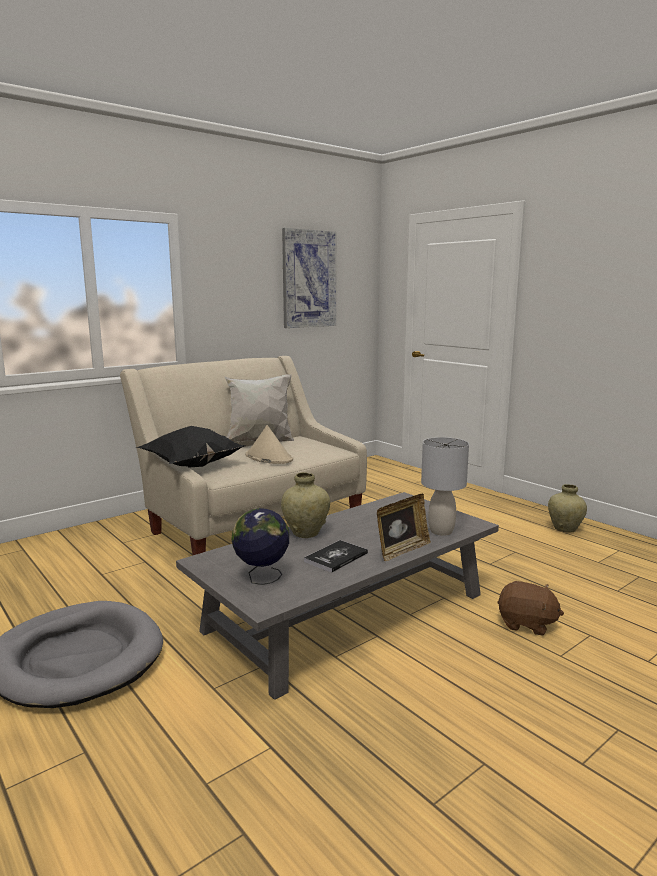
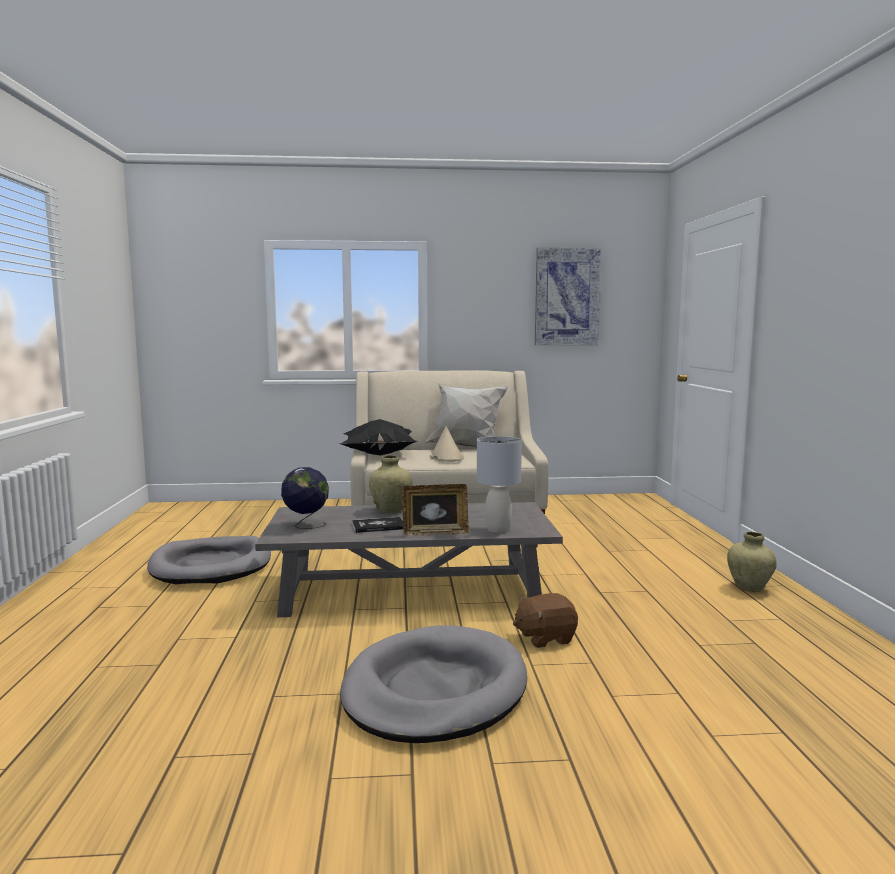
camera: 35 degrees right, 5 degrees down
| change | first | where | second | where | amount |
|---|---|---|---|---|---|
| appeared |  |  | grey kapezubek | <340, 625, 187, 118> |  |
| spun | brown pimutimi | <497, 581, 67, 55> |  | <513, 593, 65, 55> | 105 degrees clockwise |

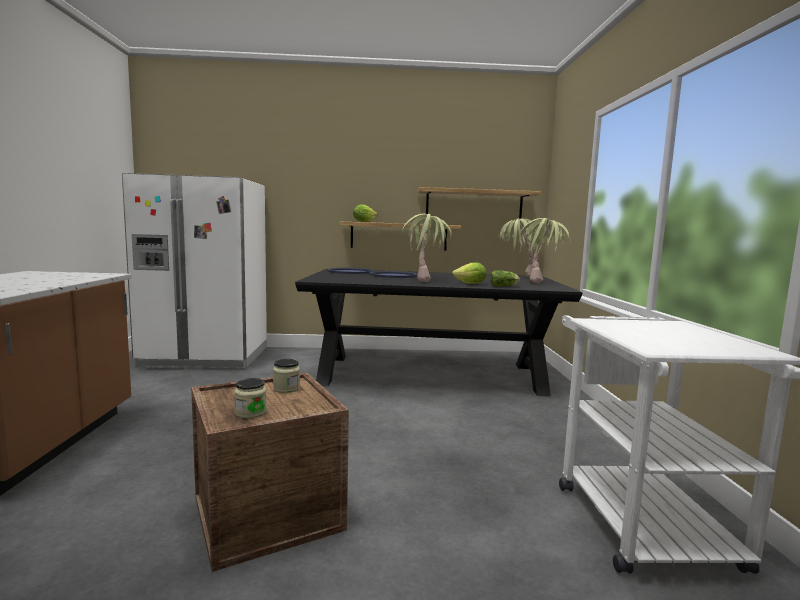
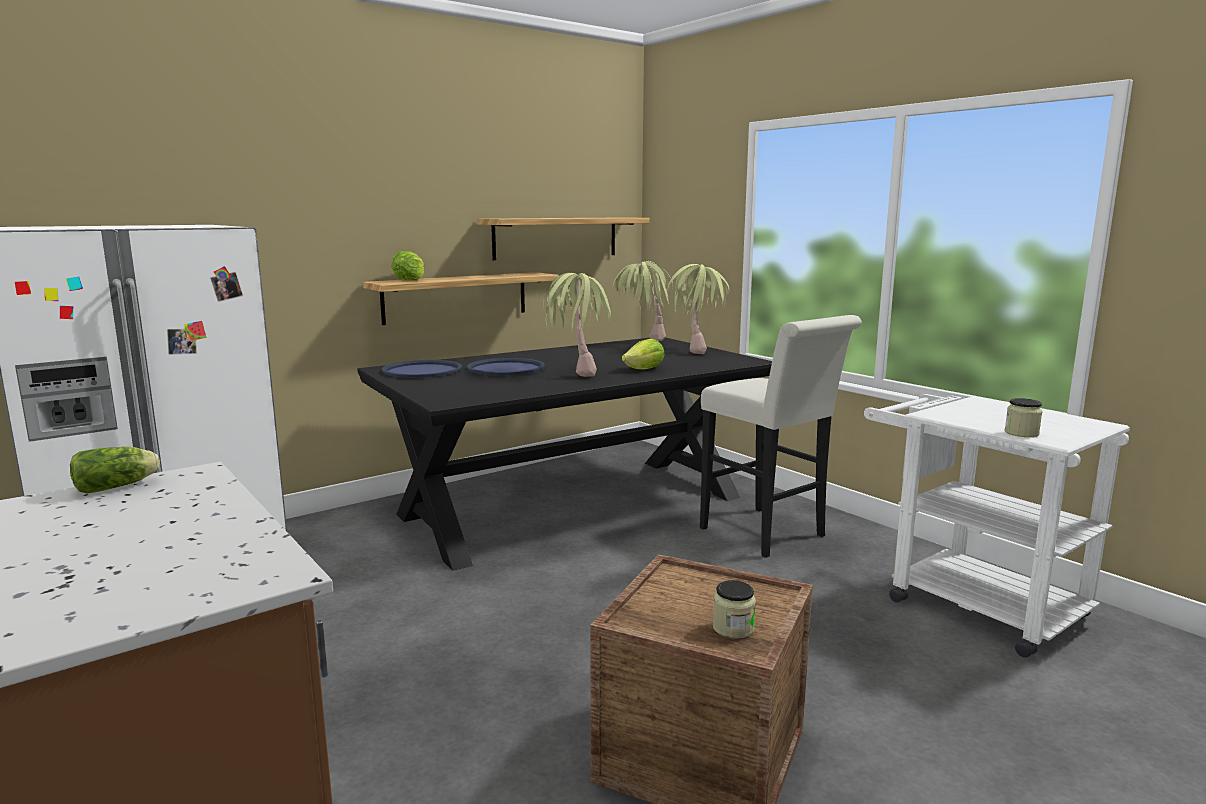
camera: 35 degrees left, 5 degrees up
| change | first | where | second | where | amount |
|---|---|---|---|---|---|
| appeared |  |  | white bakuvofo | <700, 315, 162, 243> |  |
| relocated | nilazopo | <273, 359, 27, 34> |  | <1005, 398, 38, 39> |  |
| relocated | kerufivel | <490, 270, 30, 17> |  | <70, 447, 90, 46> |  |

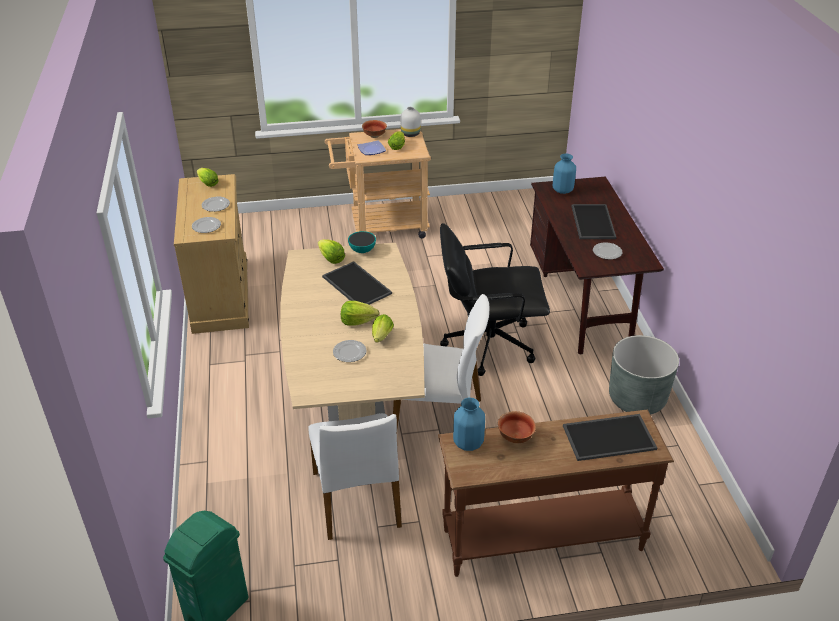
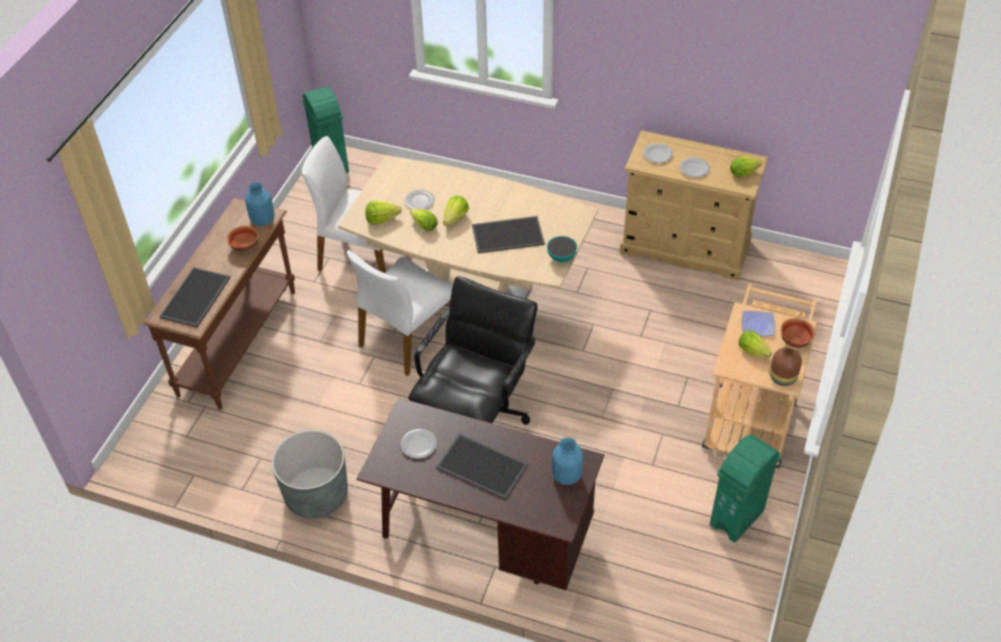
camera: 120 degrees right, 10 degrees up
| change | first | where | second | where | amount |
|---|---|---|---|---|---|
| appeared |  |  | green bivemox | <710, 435, 71, 108> |  |
| relocated | kerufivel | <318, 239, 27, 25> |  | <365, 201, 37, 24> |  |
| colour | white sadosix | <401, 107, 20, 30> | brown sadosix | <770, 347, 32, 39> |  |

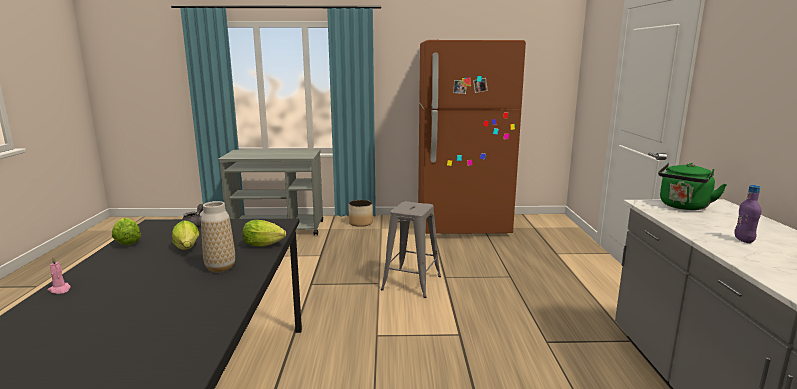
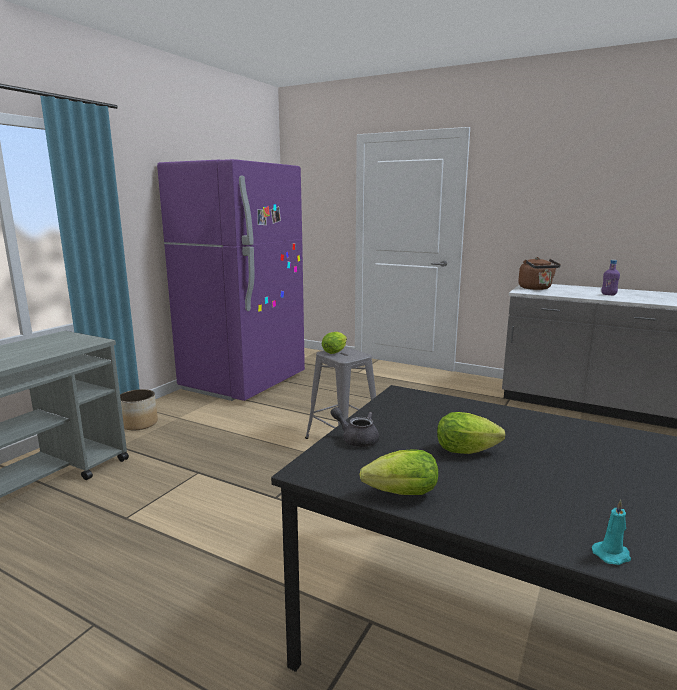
camera: 60 degrees left, 0 degrees up
| change | first | where | second | where | amount |
|---|---|---|---|---|---|
| missing | sadosix | <201, 201, 34, 71> |  |  |  |
| relocated | kerufivel | <242, 220, 44, 27> |  | <322, 332, 25, 22> |  |
| colour | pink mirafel | <47, 257, 24, 37> | turquoise mirafel | <592, 500, 39, 65> |  |
| colour | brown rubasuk | <418, 40, 108, 194> | purple rubasuk | <157, 159, 148, 242> |  |
| colour | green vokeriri | <658, 163, 69, 47> | brown vokeriri | <518, 257, 43, 33> |  |

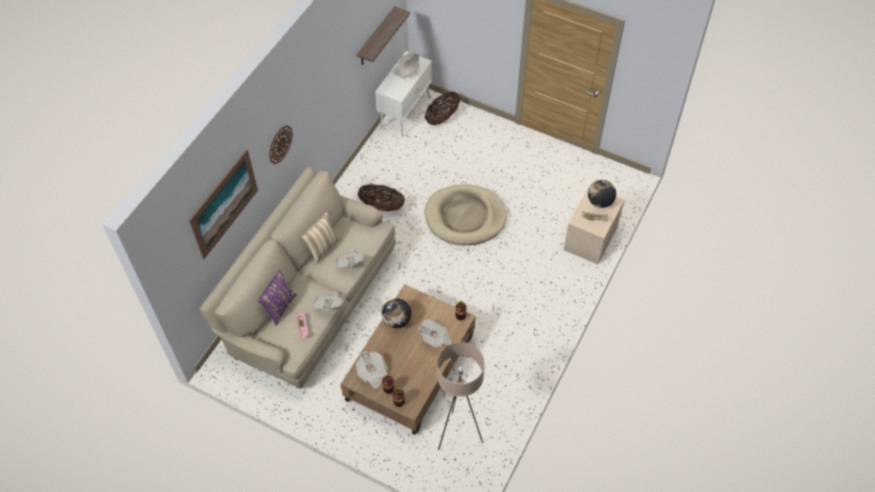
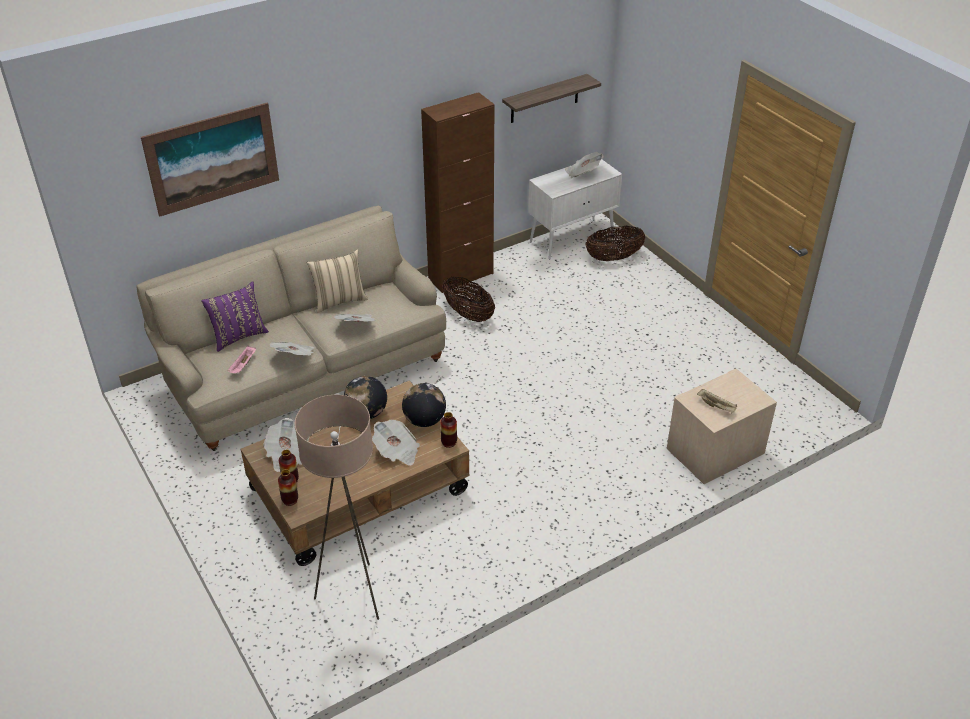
camera: 30 degrees right, 15 degrees down
| change | first | where | second | where | amount |
|---|---|---|---|---|---|
| missing | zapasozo | <269, 125, 24, 39> |  |  |  |
| missing | beige kapezubek | <425, 184, 82, 61> |  |  |  |
| appeared |  |  | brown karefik | <421, 92, 73, 201> |  |
| relocated | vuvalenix | <588, 180, 28, 28> |  | <402, 383, 44, 44> |  |

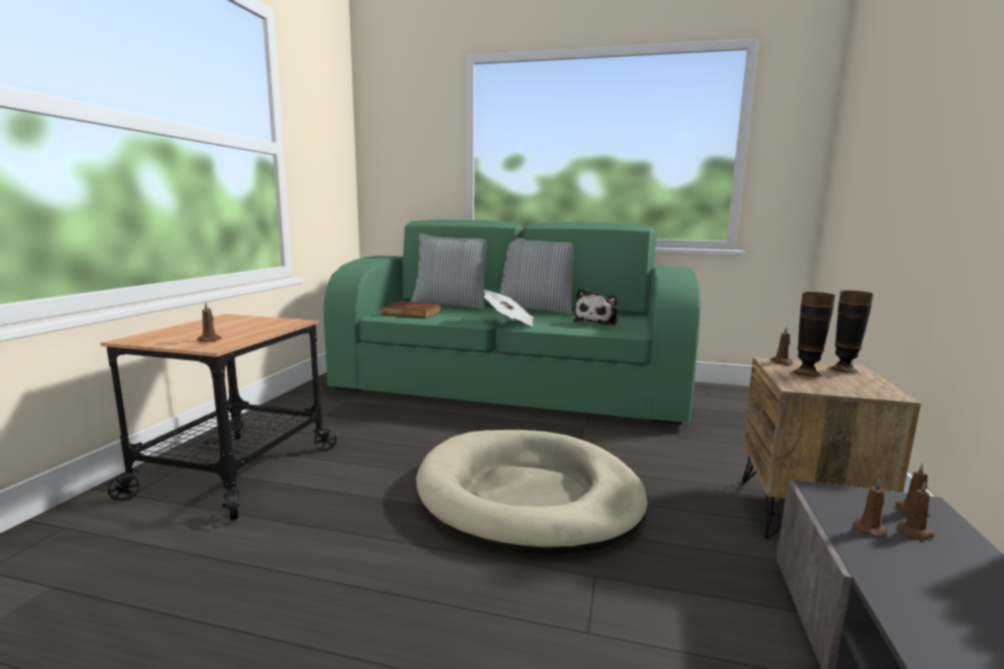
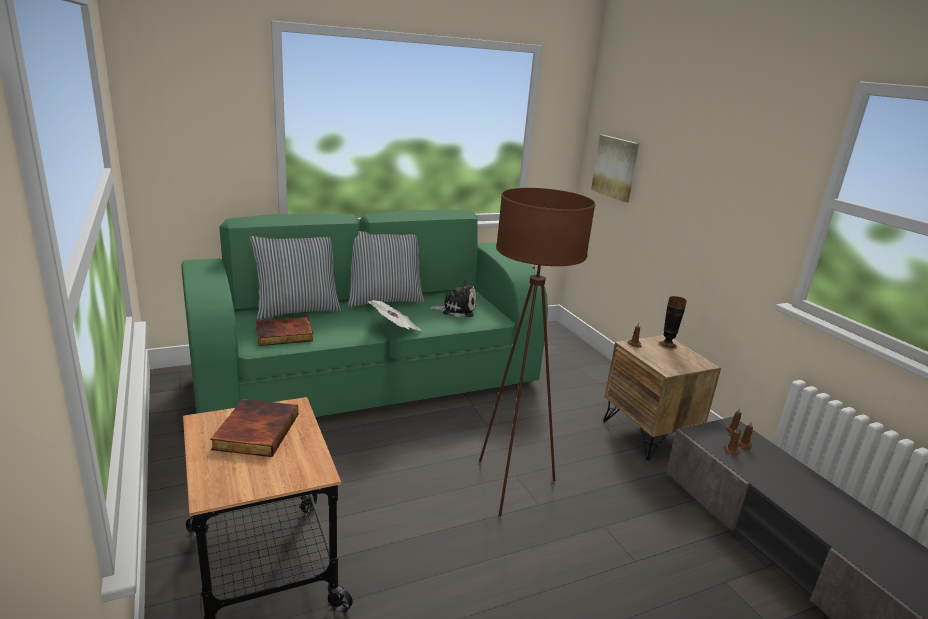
camera: 40 degrees left, 10 degrees up
| change | first | where | second | where | amount |
|---|---|---|---|---|---|
| missing | brown mirafel | <197, 301, 25, 41> |  |  |  |
| missing | sadosix | <789, 292, 46, 88> |  |  |  |
| appeared |  |  | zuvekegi | <210, 399, 88, 58> |  |
| appeared |  |  | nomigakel | <591, 135, 48, 67> |  |
| exchanged | beige kapezubek | <416, 430, 232, 125> | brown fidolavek | <479, 188, 117, 329> |  |
| spun | pimutimi | <573, 288, 45, 37> |  | <430, 281, 47, 37> | 75 degrees counterclockwise |

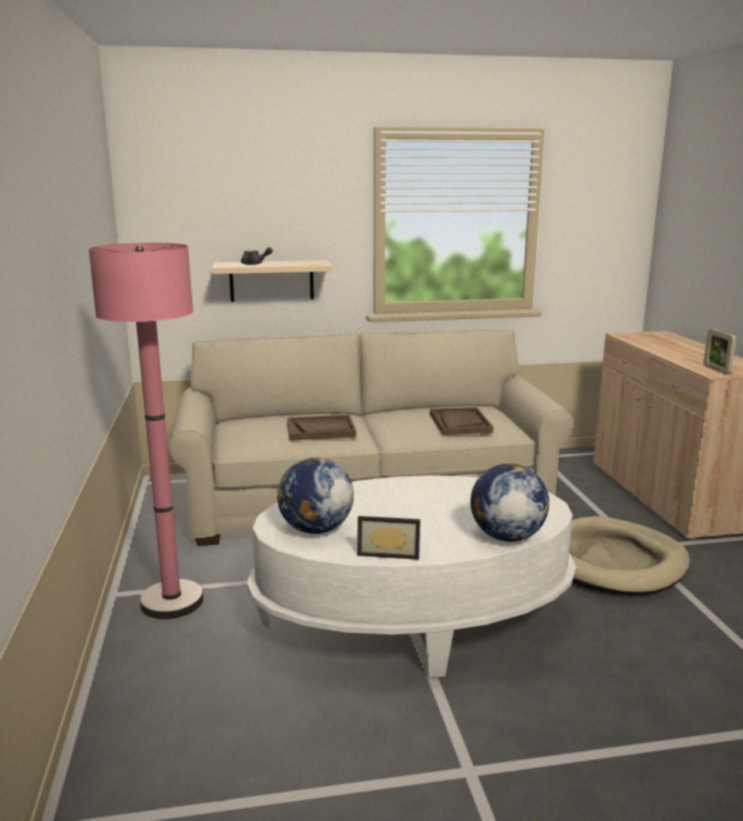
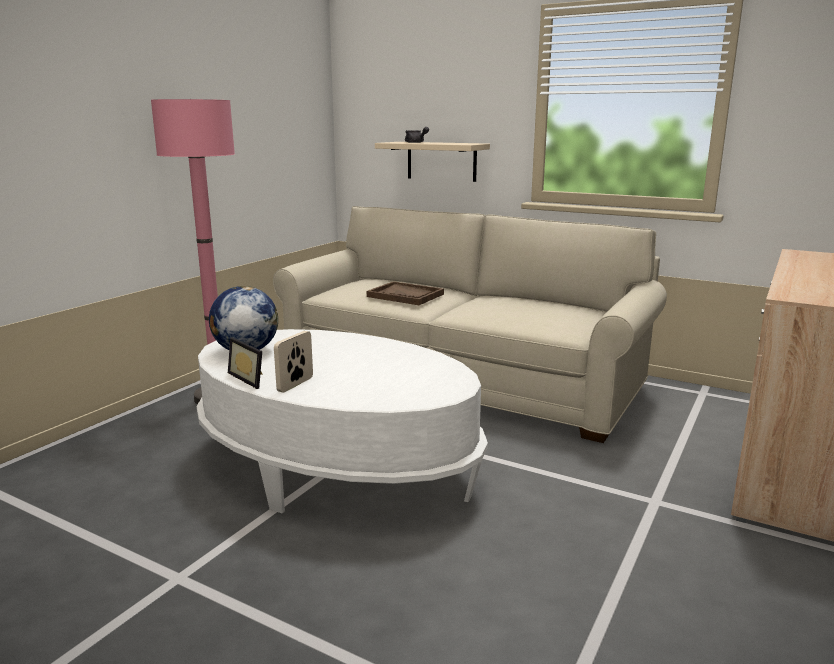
camera: 40 degrees right, 0 degrees up
| change | first | where | second | where | amount |
|---|---|---|---|---|---|
| missing | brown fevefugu | <430, 407, 63, 28> |  |  |  |
| missing | vuvalenix | <470, 463, 80, 79> |  |  |  |
| missing | beige kapezubek | <569, 516, 121, 79> |  |  |  |
| relocated | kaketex | <703, 329, 33, 45> |  | <274, 331, 39, 62> |  |

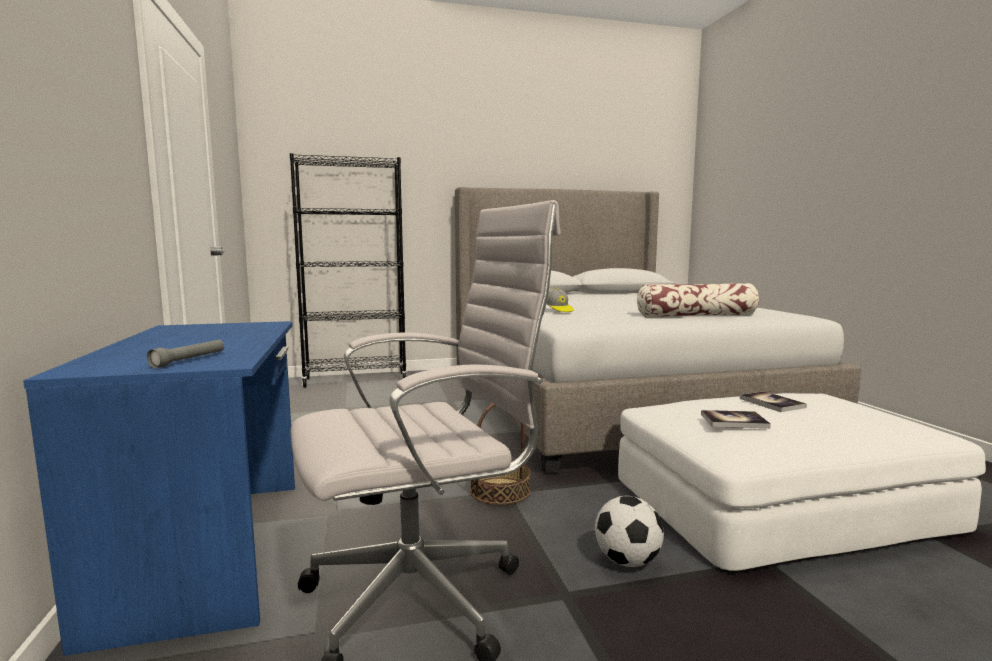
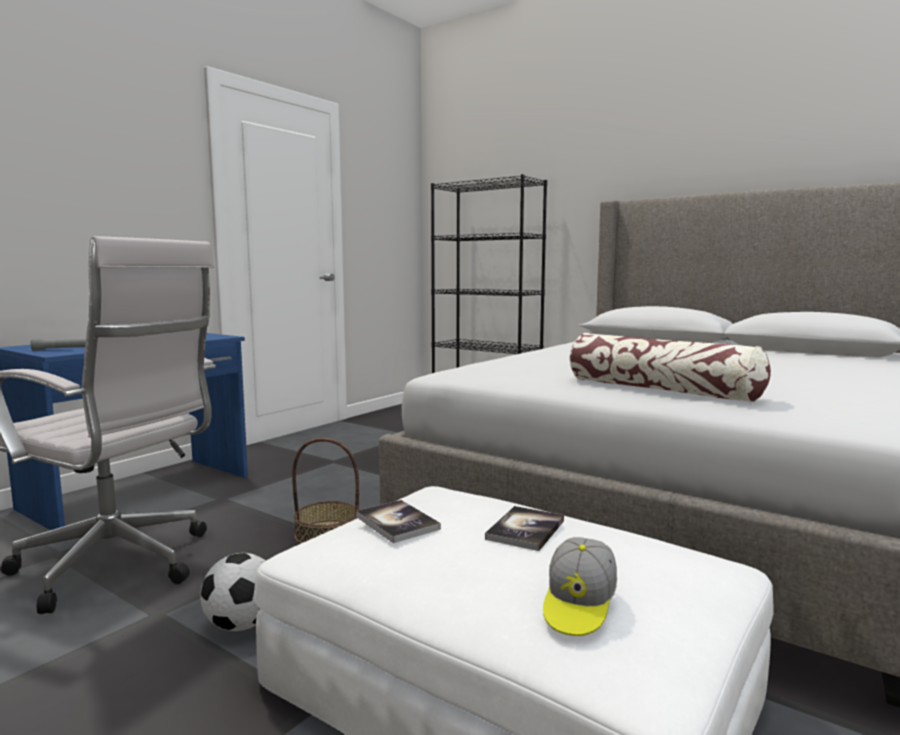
camera: 50 degrees right, 0 degrees up
| change | first | where | second | where | amount |
|---|---|---|---|---|---|
| relocated | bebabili | <546, 288, 28, 24> |  | <543, 537, 74, 99> |  |

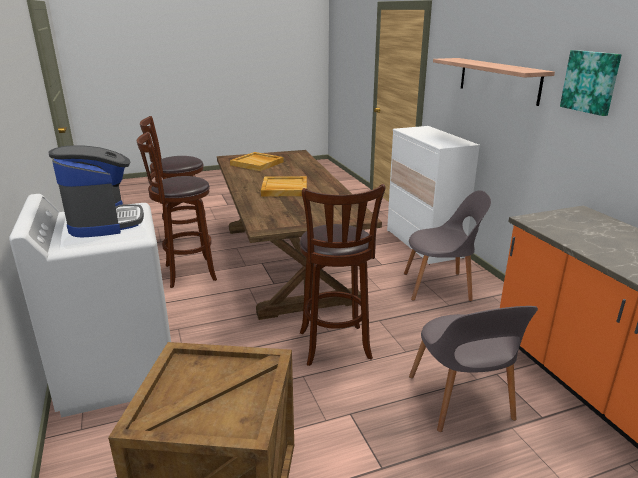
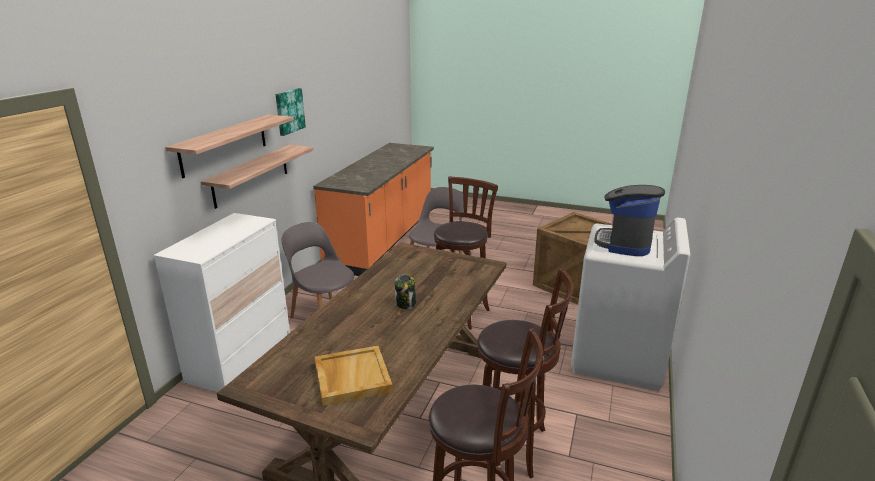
camera: 140 degrees left, 0 degrees up
| change | first | where | second | where | amount |
|---|---|---|---|---|---|
| appeared |  |  | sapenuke | <201, 145, 113, 64> |  |
| exchanged | beige fevefugu | <261, 176, 46, 21> | nilazopo | <394, 274, 22, 35> |  |

